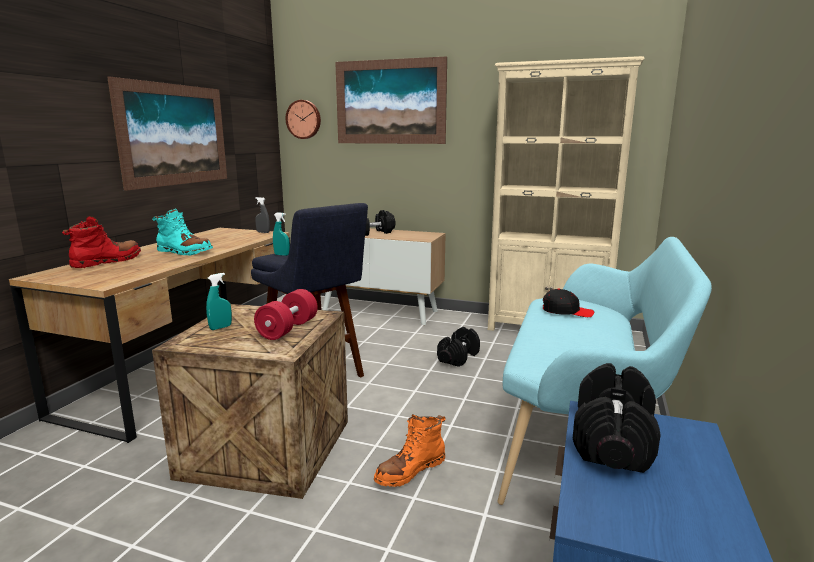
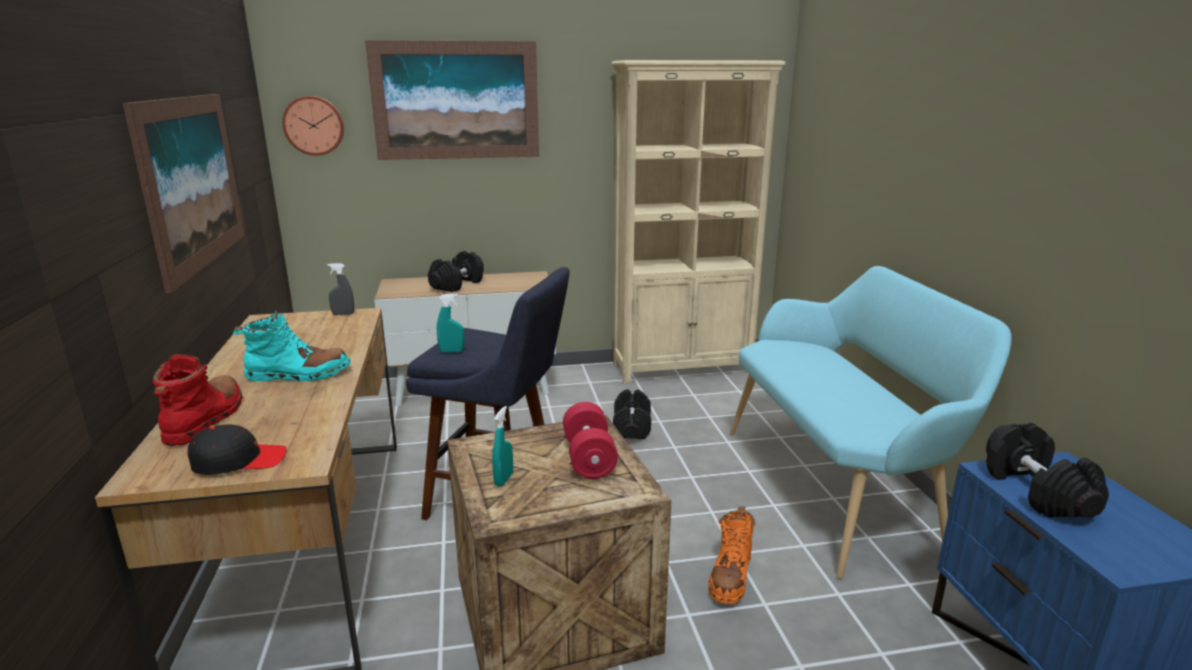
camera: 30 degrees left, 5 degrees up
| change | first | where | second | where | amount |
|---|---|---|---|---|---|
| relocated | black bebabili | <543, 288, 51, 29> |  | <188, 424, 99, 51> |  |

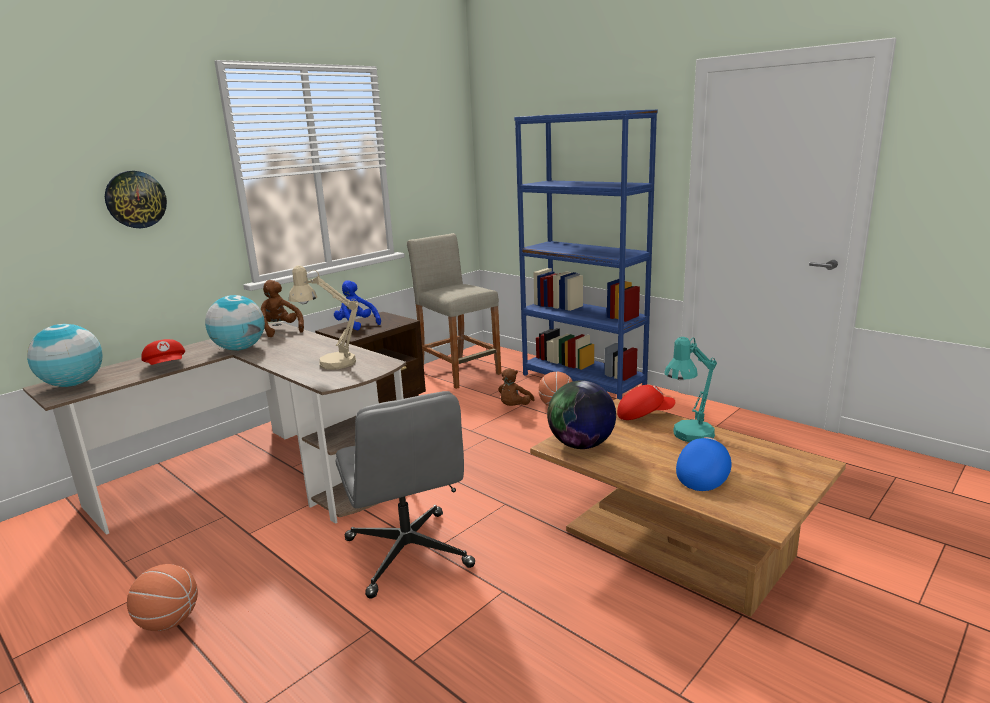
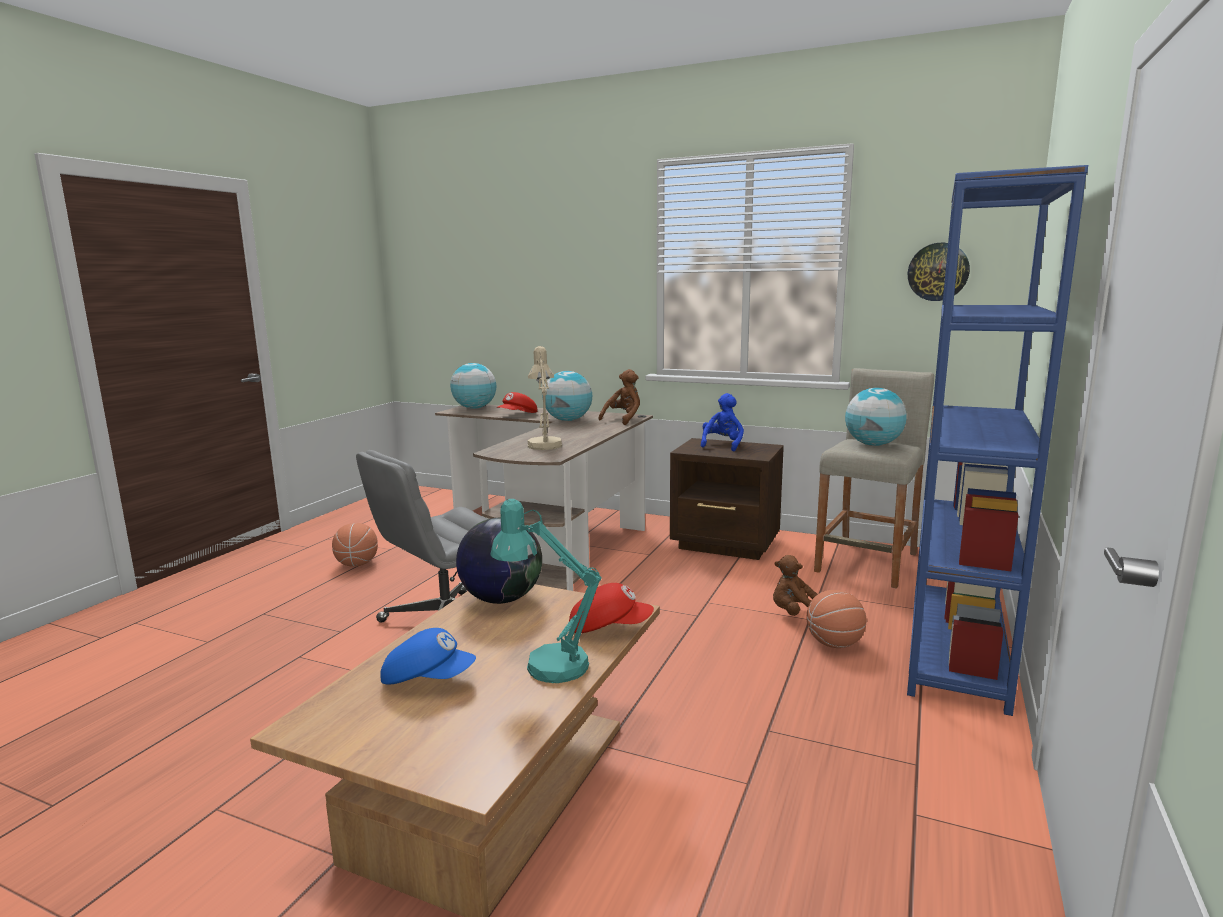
camera: 70 degrees right, 5 degrees down
| change | first | where | second | where | amount |
|---|---|---|---|---|---|
| appeared |  |  | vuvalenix | <845, 388, 61, 58> |  |
| relocated | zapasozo | <105, 171, 62, 57> |  | <908, 243, 62, 58> |  |
| spun | red bebabili | <617, 385, 58, 35> |  | <569, 583, 85, 50> | 60 degrees counterclockwise |

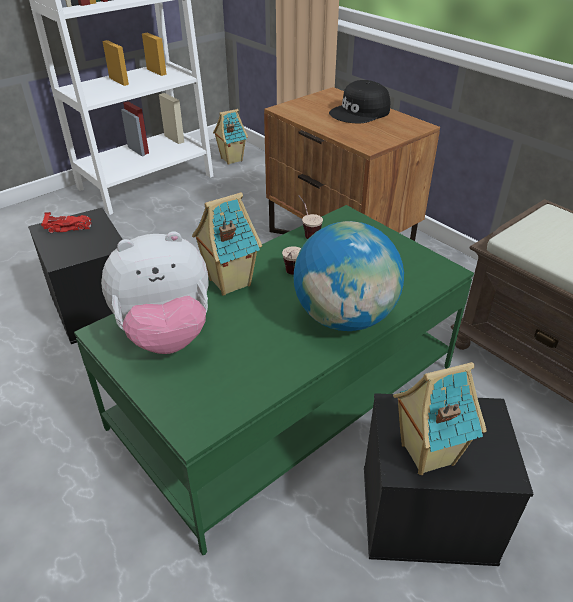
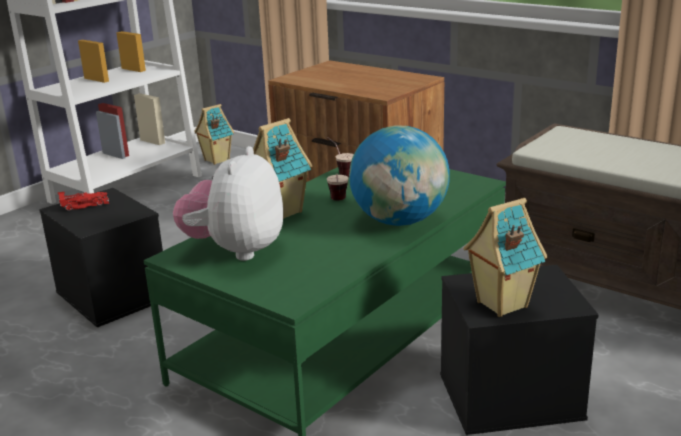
camera: 10 degrees left, 15 degrees down
| change | first | where | second | where | amount |
|---|---|---|---|---|---|
| missing | black bebabili | <329, 80, 61, 43> |  |  |  |
| spun | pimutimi | <101, 231, 107, 123> |  | <173, 146, 110, 115> | 135 degrees clockwise |

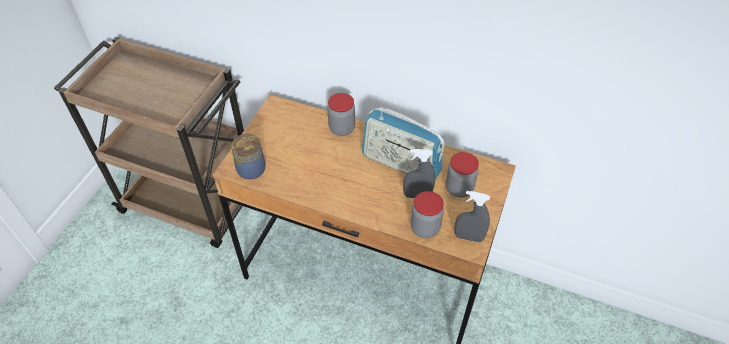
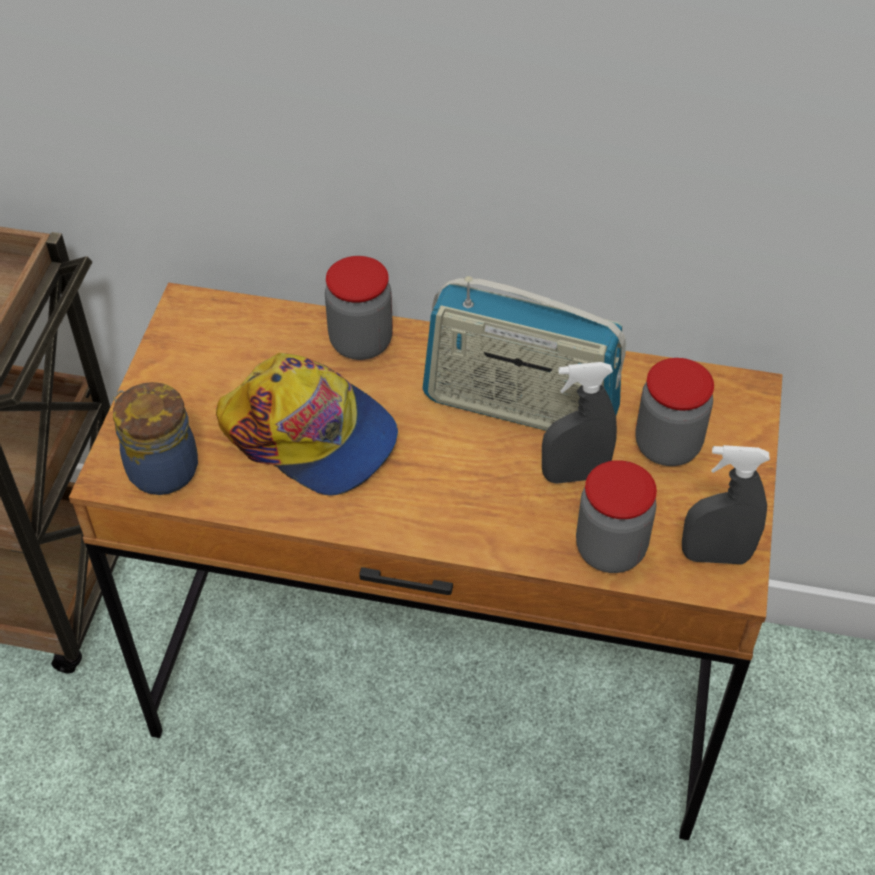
camera: 10 degrees left, 0 degrees up
| change | first | where | second | where | amount |
|---|---|---|---|---|---|
| appeared |  |  | bebabili | <216, 353, 182, 143> |  |

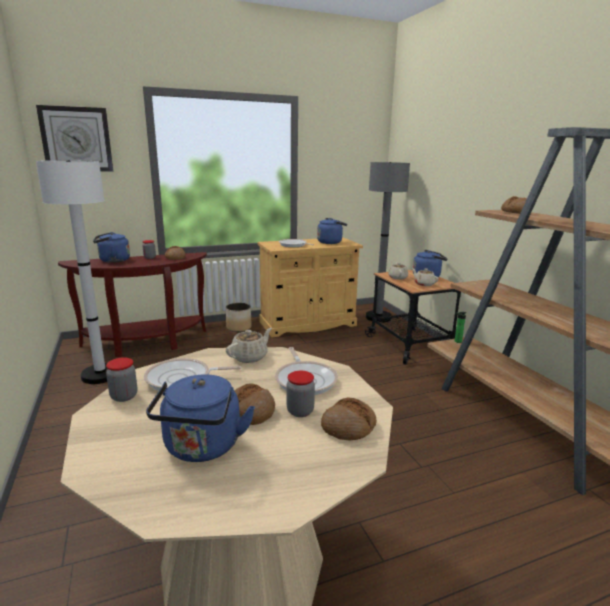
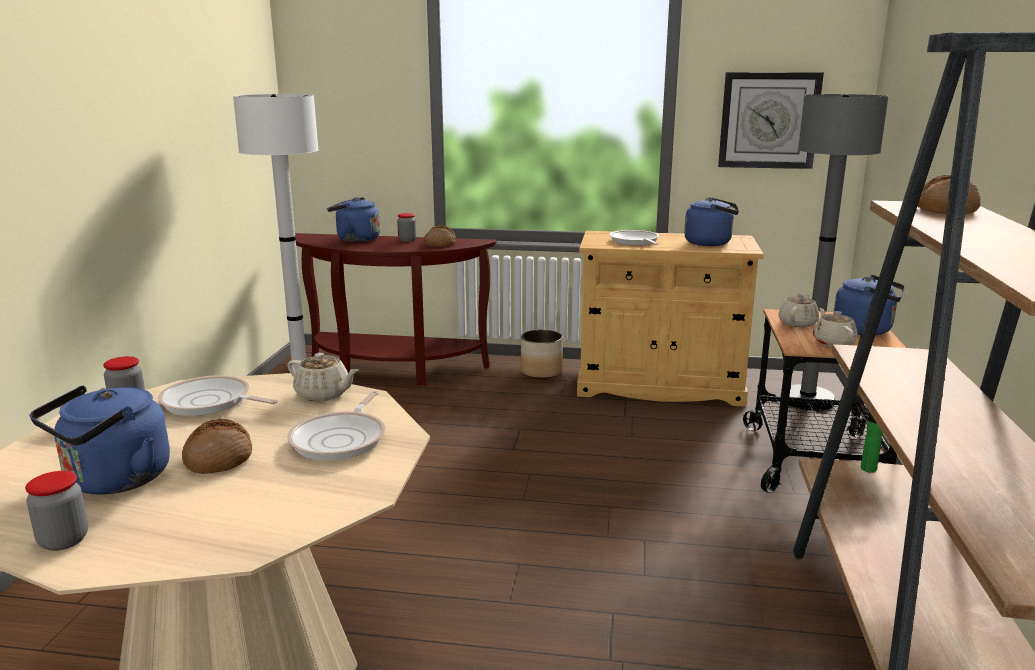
camera: 30 degrees right, 0 degrees up
| change | first | where | second | where | amount |
|---|---|---|---|---|---|
| missing | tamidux | <321, 398, 56, 42> |  |  |  |
| relocated | zapasozo | <36, 105, 77, 67> |  | <718, 72, 106, 97> |  |
| relocated | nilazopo | <287, 371, 28, 46> |  | <25, 471, 63, 80> |  |
| spun | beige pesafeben | <226, 328, 46, 35> |  | <287, 353, 72, 48> | 45 degrees clockwise |

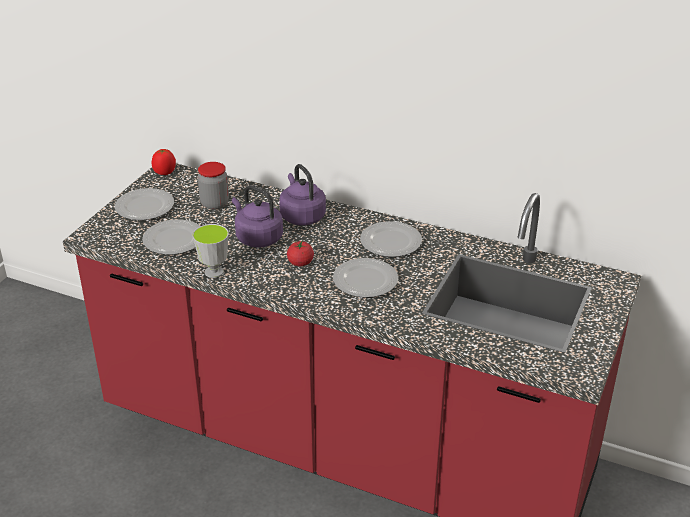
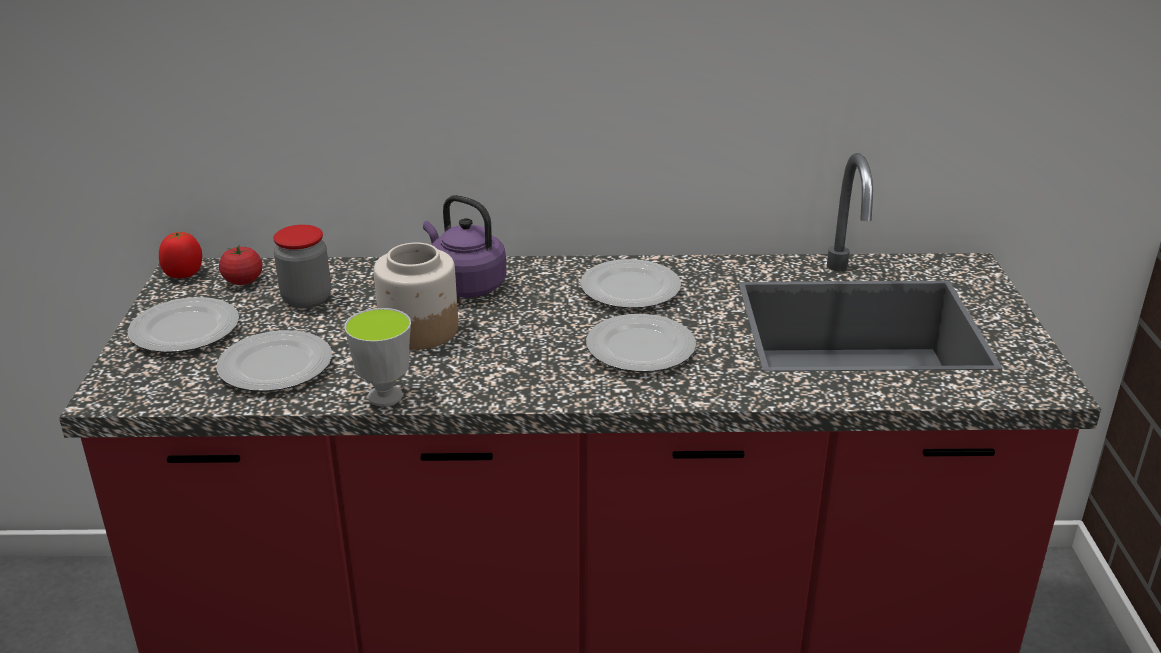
camera: 25 degrees left, 5 degrees down
| change | first | where | second | where | amount |
|---|---|---|---|---|---|
| relocated | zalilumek | <287, 240, 27, 26> |  | <219, 244, 44, 41> |  |
| exchanged | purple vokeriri | <232, 185, 51, 63> | nilazopo | <374, 243, 84, 107> |  |

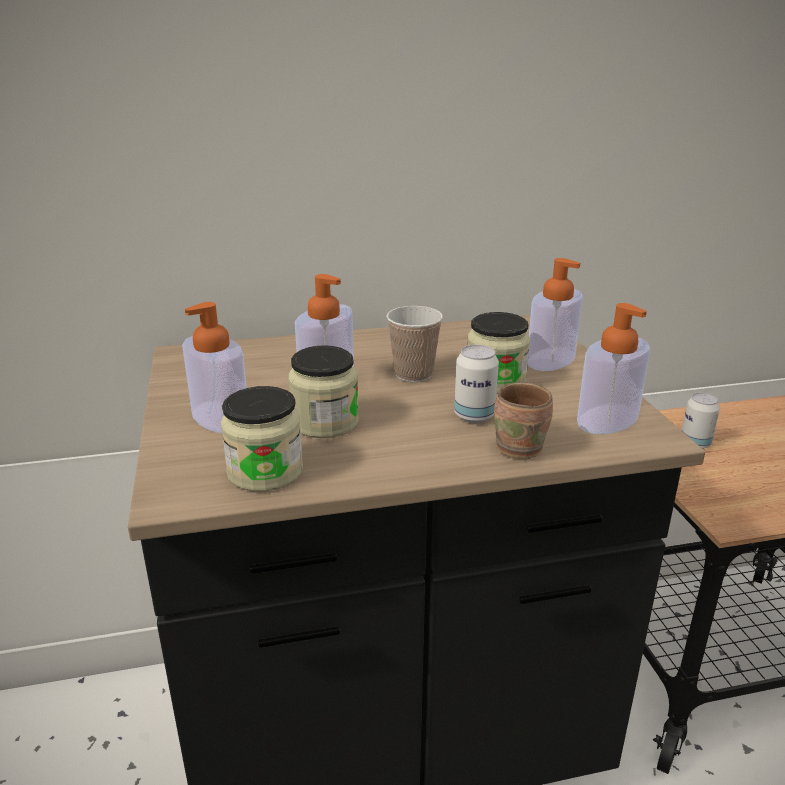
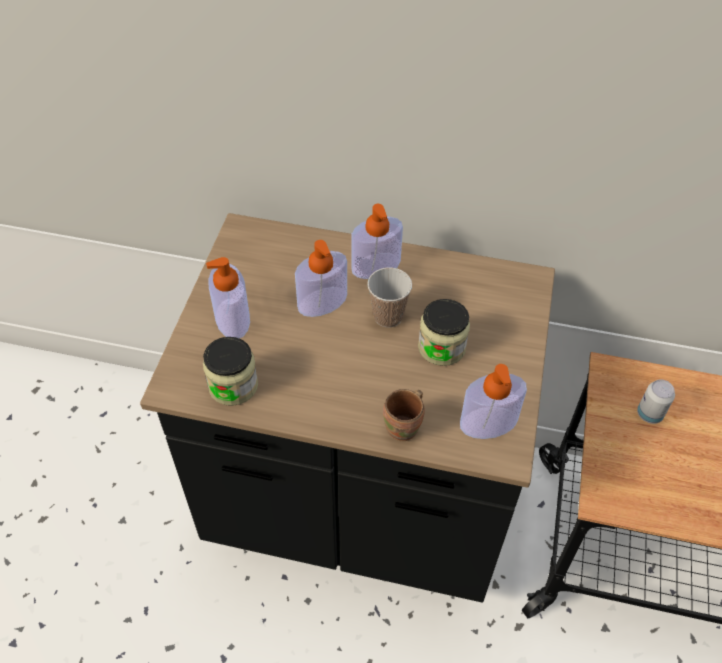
camera: 25 degrees right, 25 degrees up
| change | first | where | second | where | amount |
|---|---|---|---|---|---|
| missing | nilazopo | <288, 345, 71, 93> |  |  |  |
| missing | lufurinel | <454, 345, 45, 78> |  |  |  |
| relocated | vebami | <528, 258, 55, 113> |  | <351, 204, 52, 75> |  |

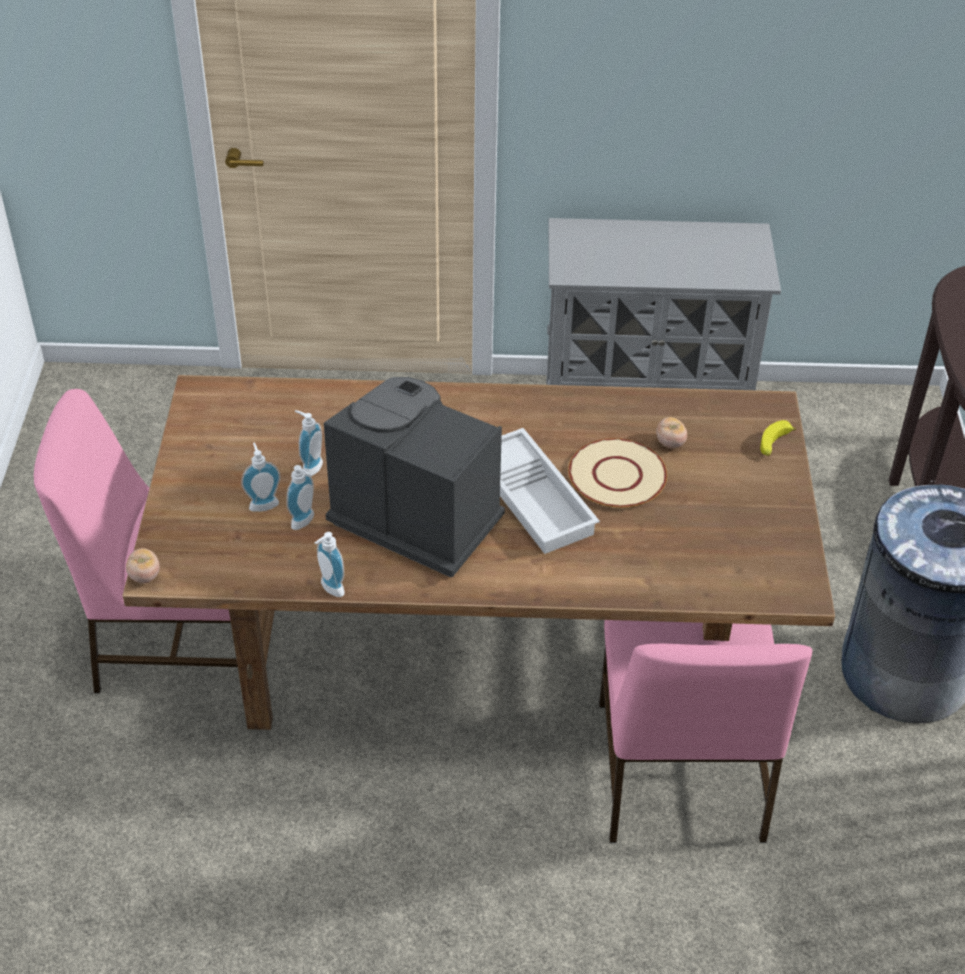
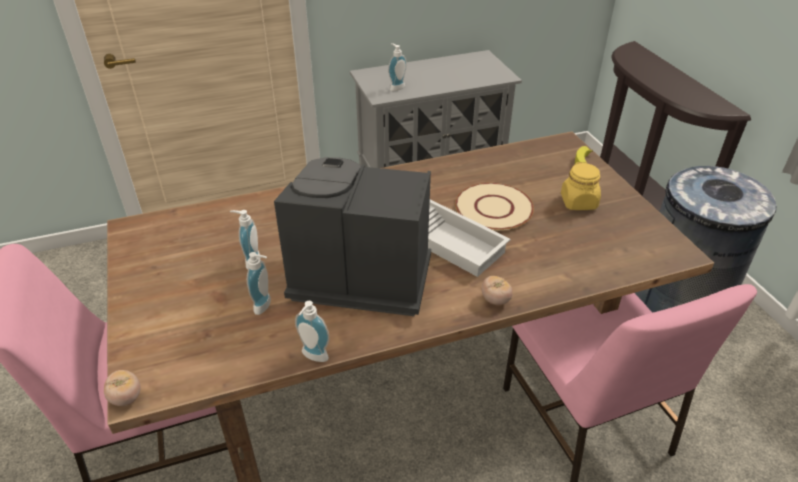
camera: 20 degrees left, 5 degrees down
| change | first | where | second | where | amount |
|---|---|---|---|---|---|
| appeared |  |  | yellow nilazopo | <561, 162, 40, 48> |  |
| relocated | vebami | <241, 442, 40, 70> |  | <388, 43, 19, 48> |  |
| relocated | zalilumek | <656, 417, 31, 32> |  | <482, 276, 31, 29> |  |

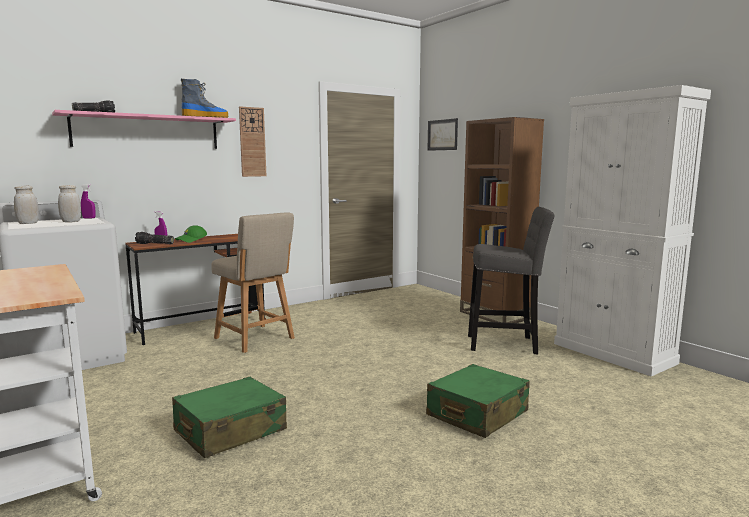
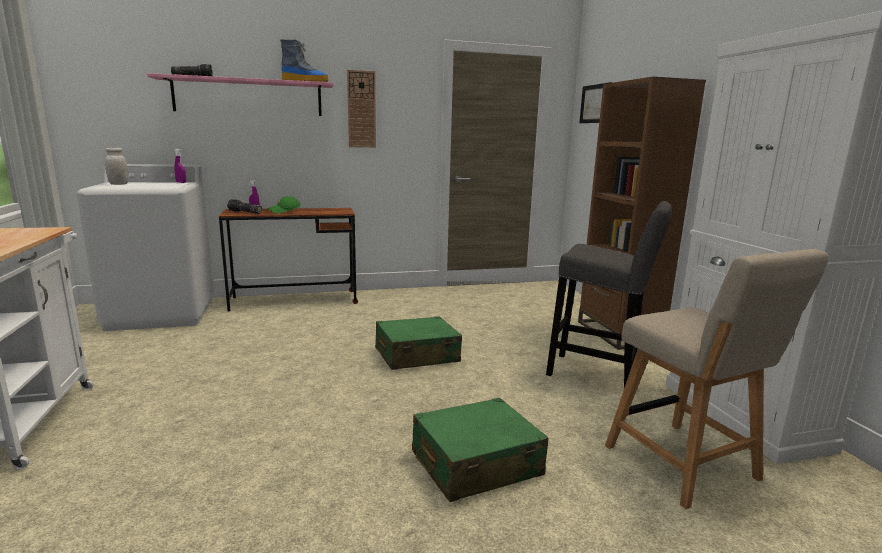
camera: 20 degrees right, 5 degrees up
| change | first | where | second | where | amount |
|---|---|---|---|---|---|
| missing | white nilazopo | <58, 185, 23, 37> |  |  |  |
| relocated | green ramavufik | <172, 377, 115, 81> |  | <375, 316, 87, 54> |  |
| relocated | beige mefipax | <212, 212, 83, 141> |  | <605, 249, 224, 260> |  |

